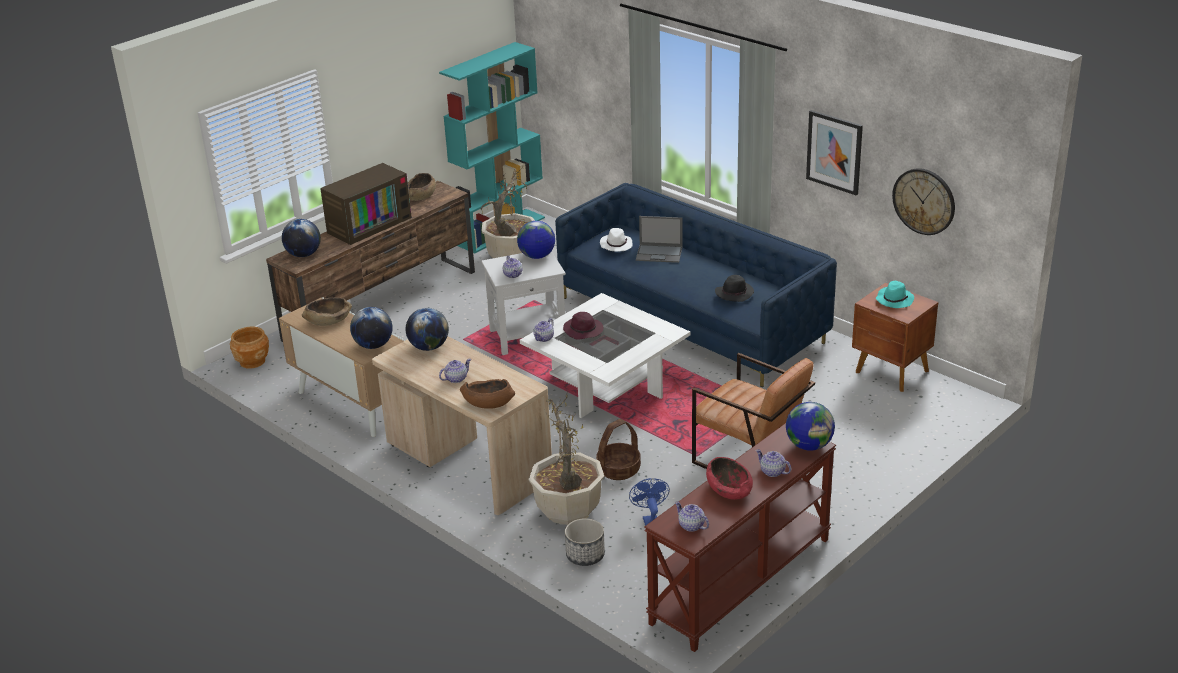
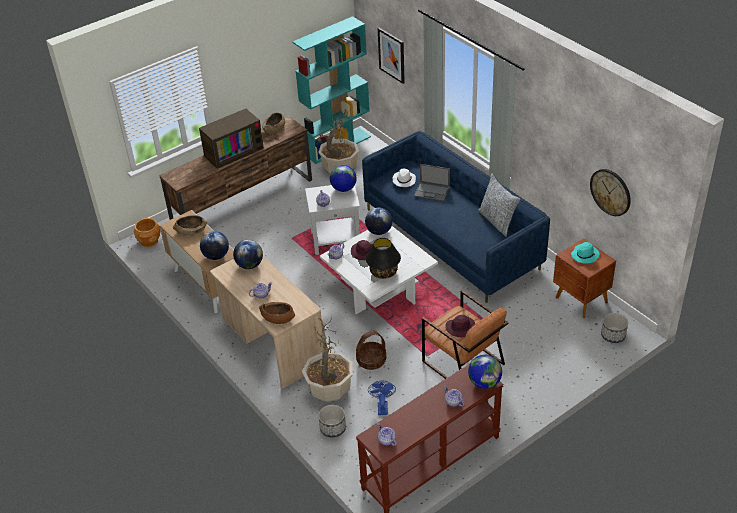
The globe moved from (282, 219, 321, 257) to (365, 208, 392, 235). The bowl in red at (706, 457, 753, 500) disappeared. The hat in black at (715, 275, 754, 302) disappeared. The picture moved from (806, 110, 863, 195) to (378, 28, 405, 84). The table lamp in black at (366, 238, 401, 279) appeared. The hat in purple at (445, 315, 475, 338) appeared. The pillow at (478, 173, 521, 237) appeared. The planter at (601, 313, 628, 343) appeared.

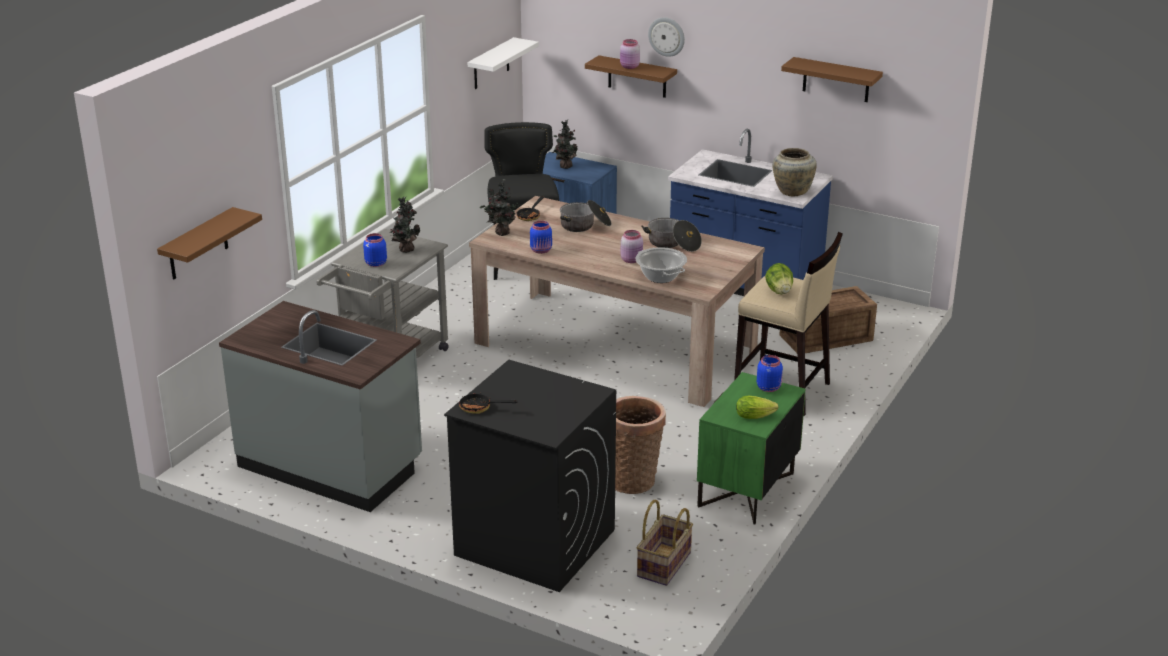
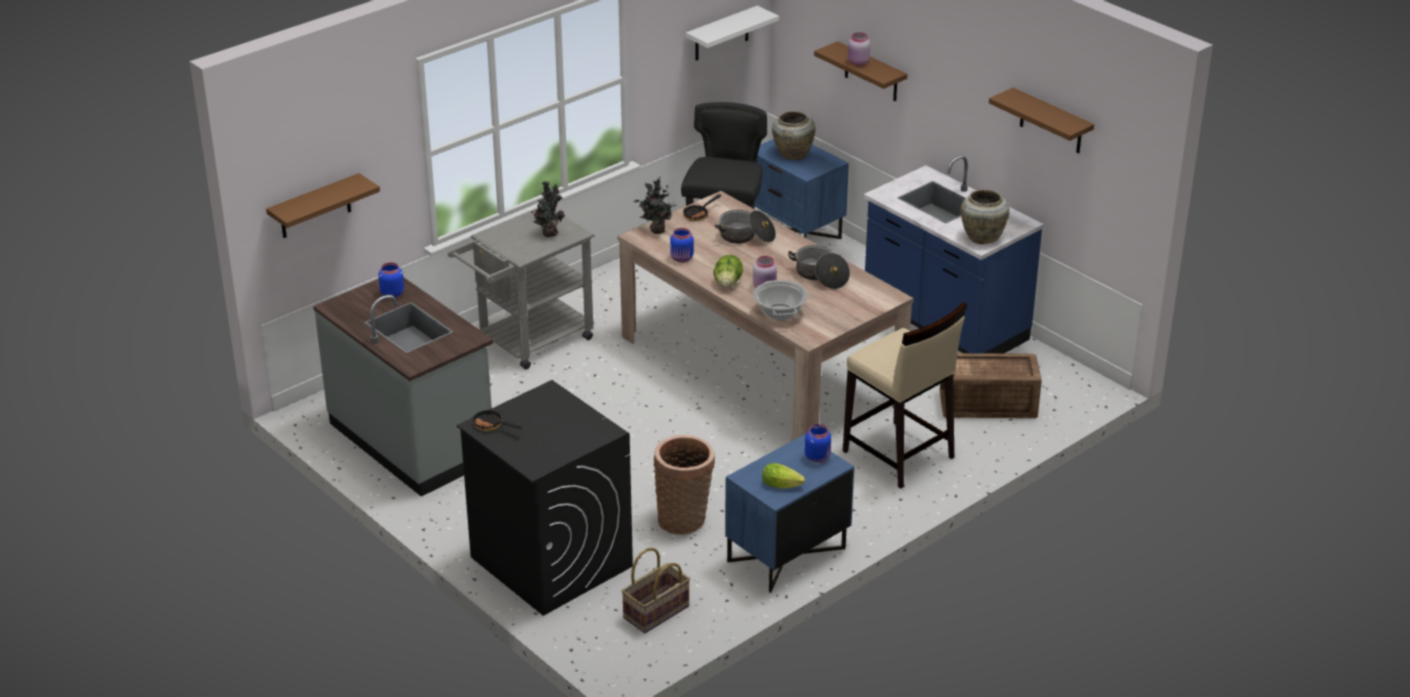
The jar in blue moved from (363, 233, 387, 267) to (378, 262, 404, 298). The potted plant at (552, 120, 578, 169) was replaced by the vase in beige at (772, 111, 815, 160). The wall clock at (648, 17, 685, 57) disappeared. The nightstand in green at (697, 372, 805, 524) became the nightstand in blue at (725, 434, 854, 593). The lettuce moved from (765, 263, 793, 294) to (713, 255, 743, 288).

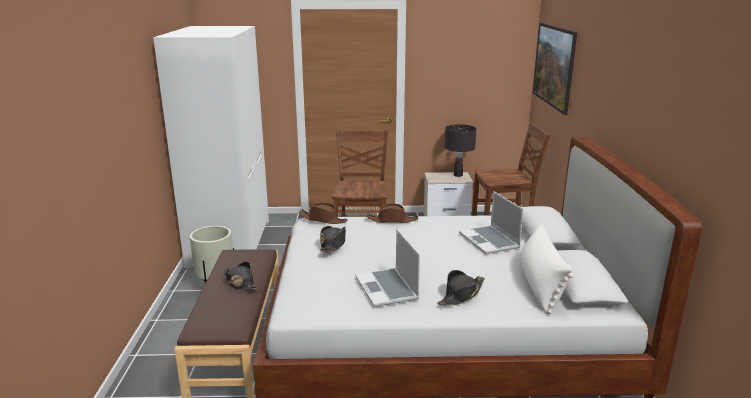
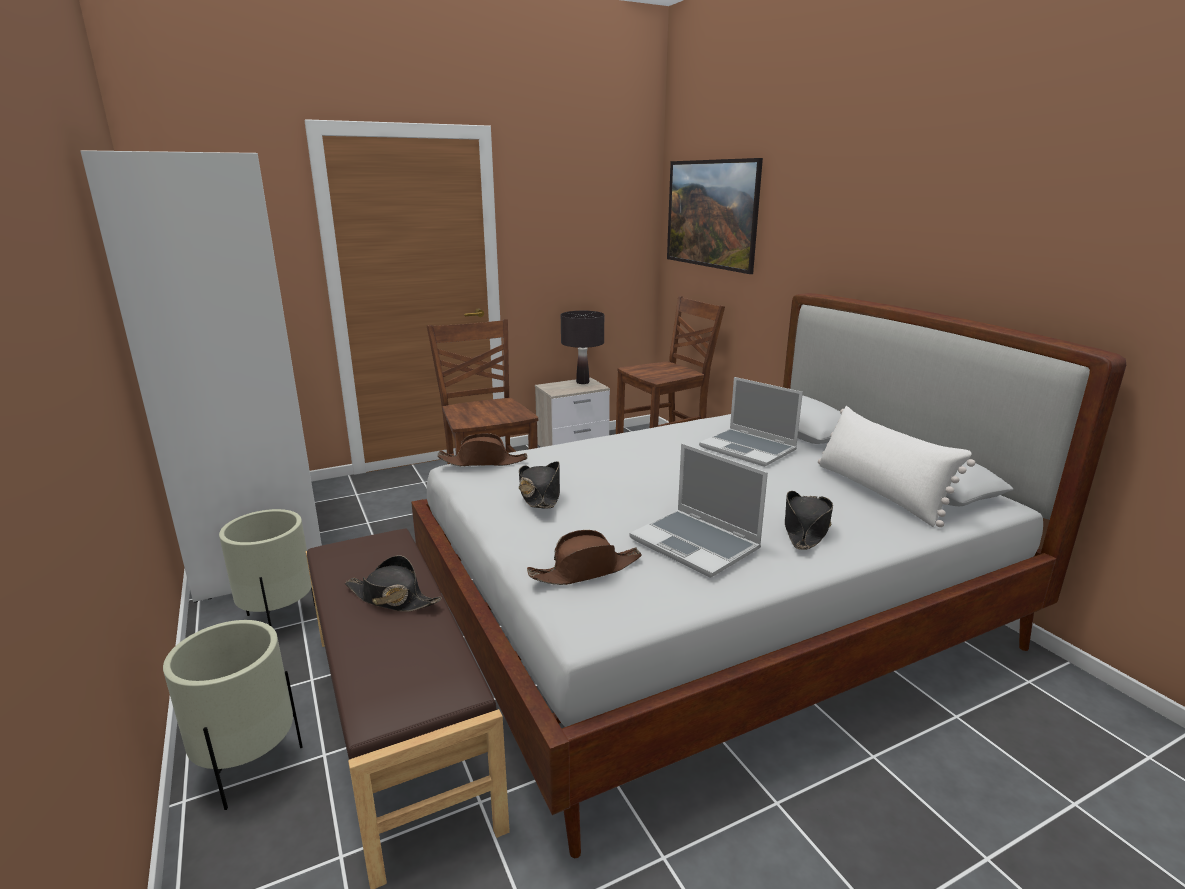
The hat in brown moved from (366, 203, 418, 223) to (527, 530, 642, 585). The planter in beige at (163, 620, 303, 810) appeared.

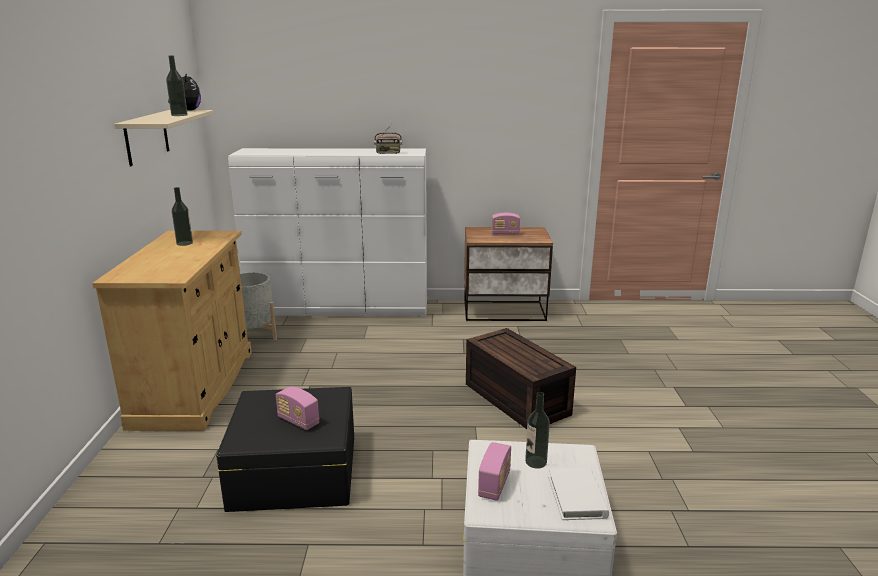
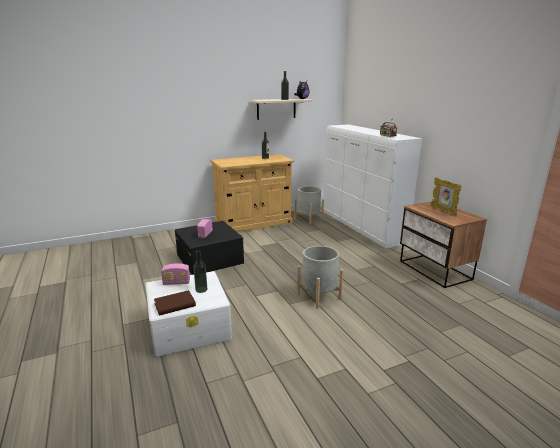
The storage box in brown at (466, 328, 576, 429) was replaced by the planter in grey at (297, 246, 343, 309). The radio at (492, 213, 520, 235) was replaced by the picture frame at (431, 177, 462, 216). The book in white at (548, 468, 609, 520) became the book in brown at (154, 290, 196, 316).

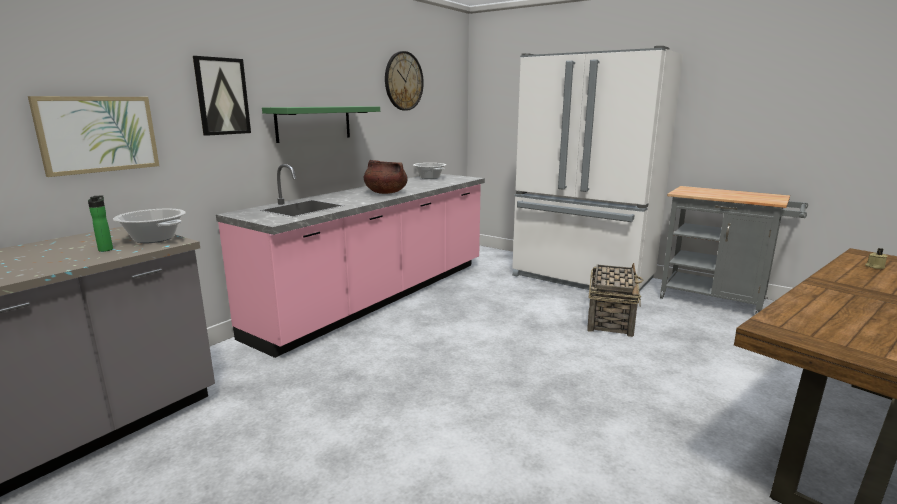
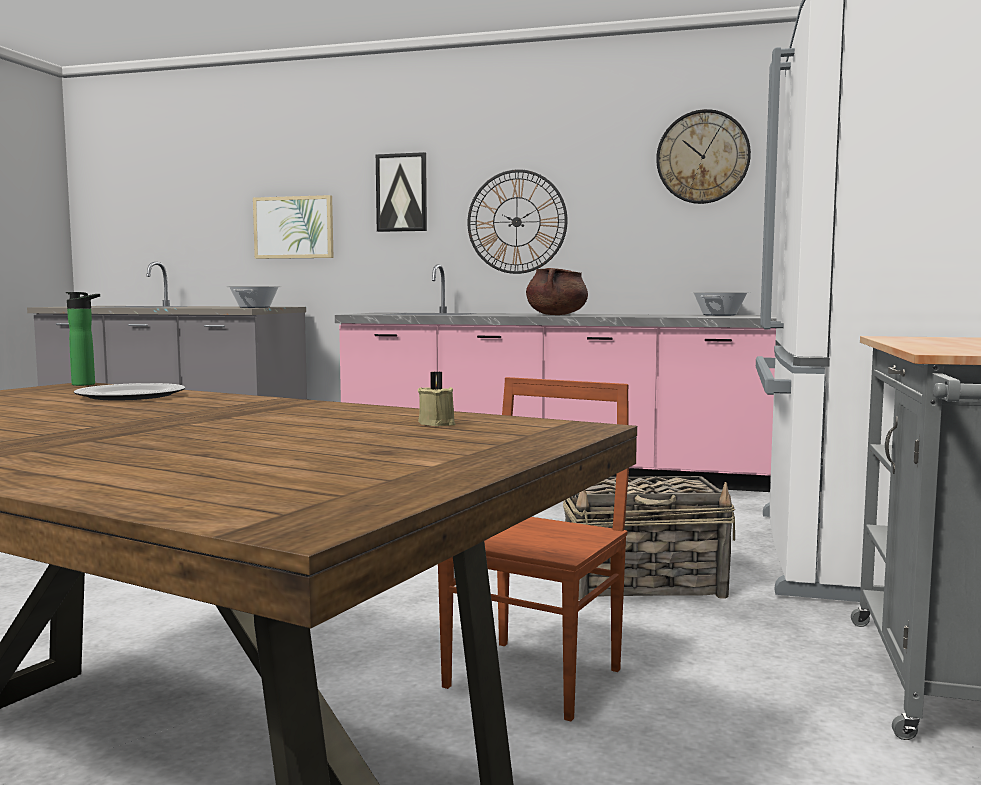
The bottle moved from (88, 195, 113, 252) to (66, 292, 100, 386). The shelf in green at (262, 106, 380, 143) was replaced by the wall clock at (467, 169, 568, 274). The plate at (74, 383, 185, 401) appeared. The chair in brown at (438, 377, 629, 722) appeared.

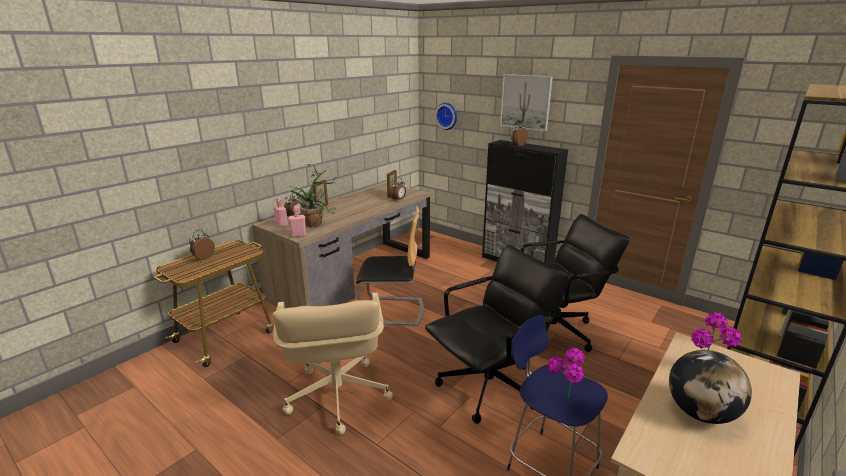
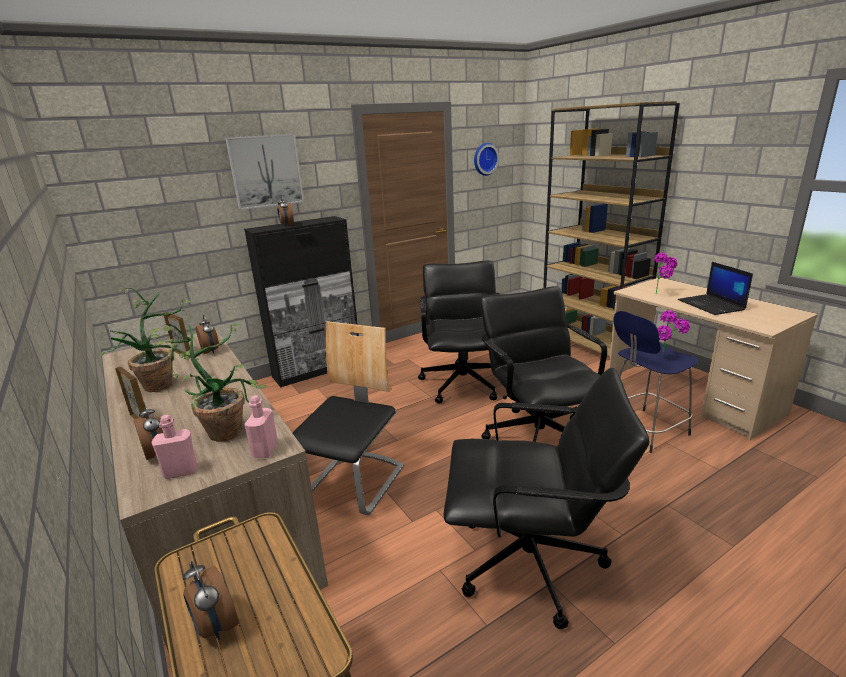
The office chair in beige at (273, 293, 393, 435) became the office chair in black at (444, 368, 649, 629). The wall clock moved from (435, 103, 457, 130) to (474, 143, 499, 176). The globe at (669, 350, 752, 424) was replaced by the laptop at (678, 262, 753, 315). The potted plant at (100, 288, 199, 392) appeared.

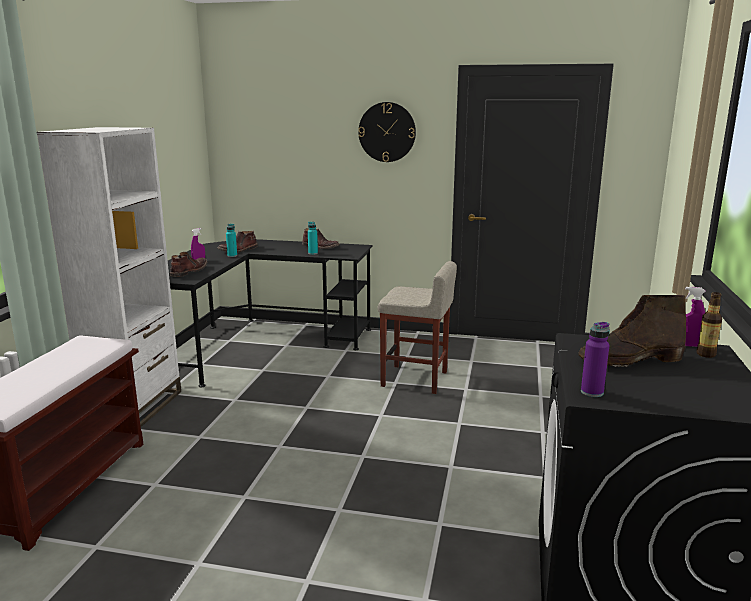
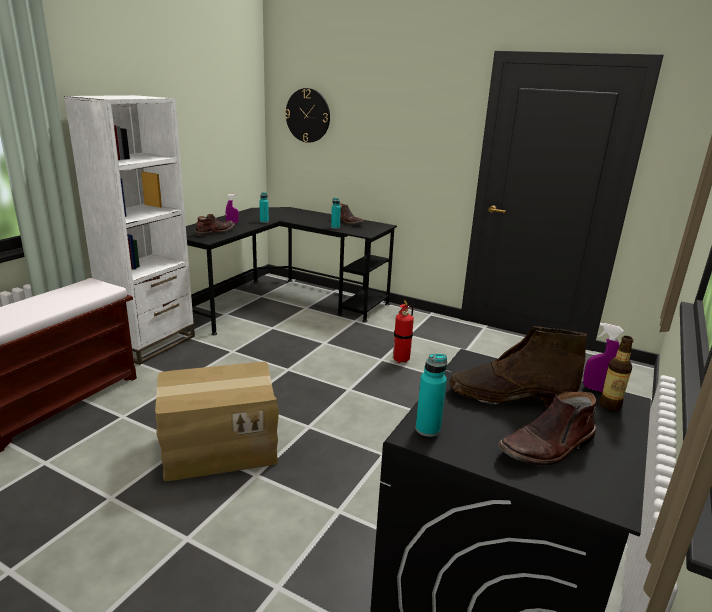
The boot in brown moved from (218, 230, 258, 252) to (498, 392, 596, 466). The wall clock moved from (358, 102, 416, 162) to (285, 88, 330, 143). The stool in beige at (378, 261, 457, 394) was replaced by the fire extinguisher at (393, 300, 414, 363). The bottle in purple at (581, 322, 610, 397) became the bottle in turquoise at (416, 354, 447, 437). The cardboard box at (155, 362, 279, 481) appeared.

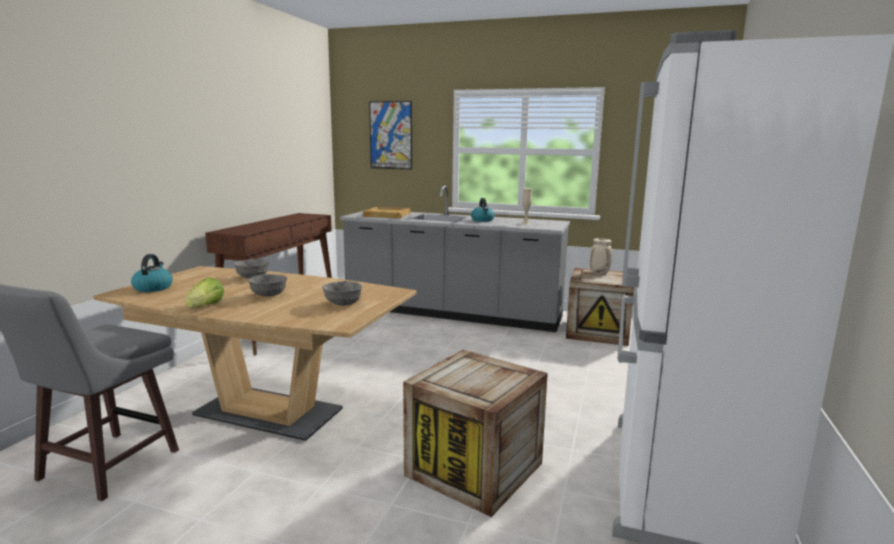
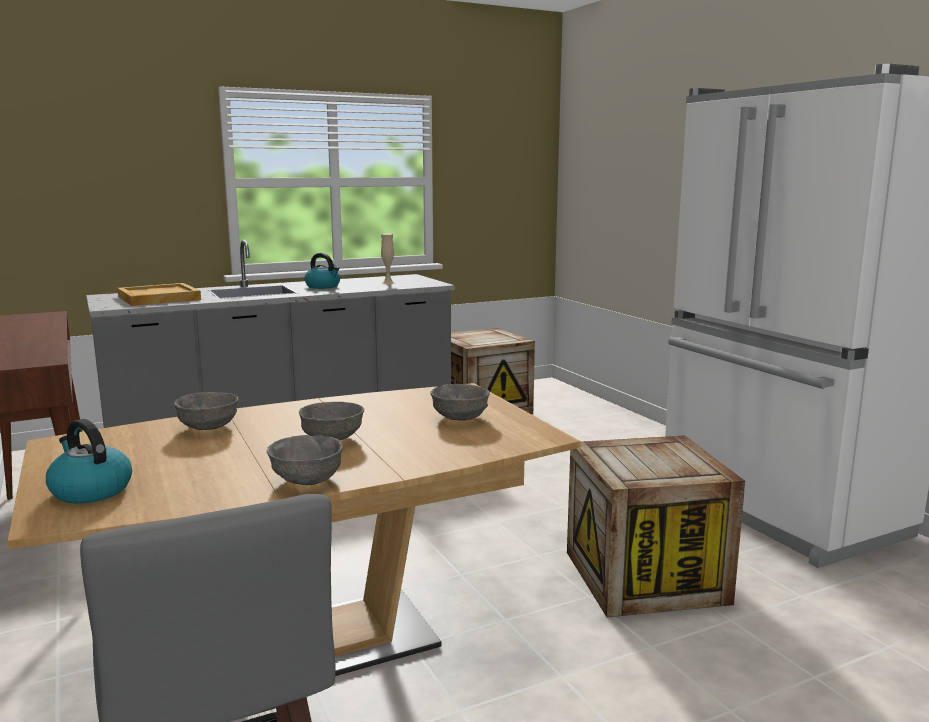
The lettuce at (185, 277, 224, 308) was replaced by the bowl in grey at (267, 435, 343, 485). The picture at (369, 101, 412, 169) disappeared. The vase in beige at (590, 238, 612, 274) disappeared.

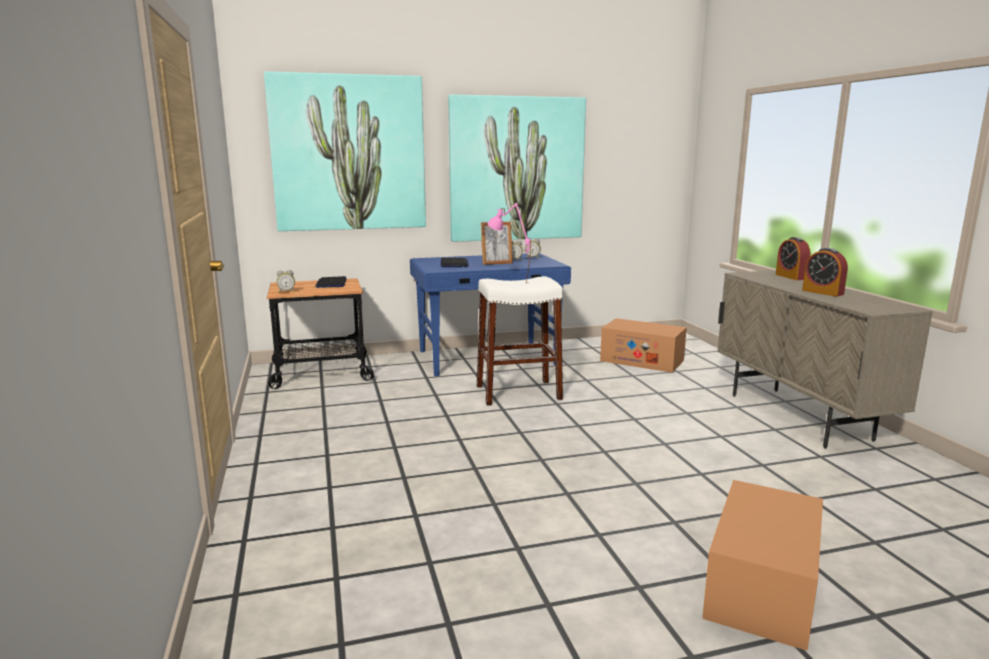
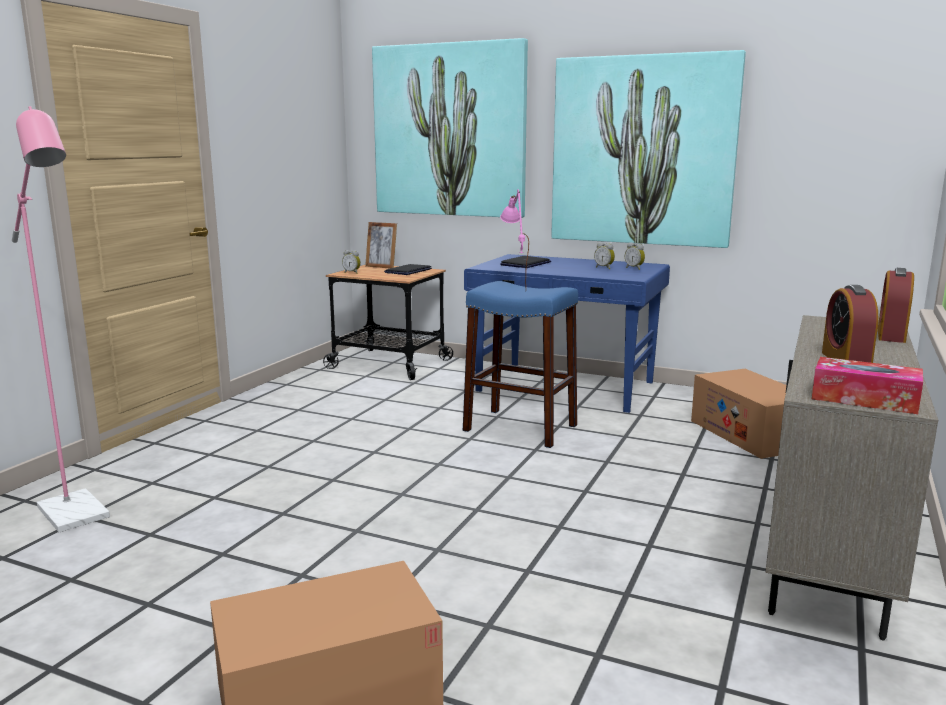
The stool in white at (477, 276, 563, 406) became the stool in blue at (463, 281, 578, 448). The picture frame moved from (481, 222, 513, 265) to (365, 222, 397, 268). The floor lamp in pink at (12, 106, 110, 532) appeared. The tissue box at (812, 357, 923, 414) appeared.

